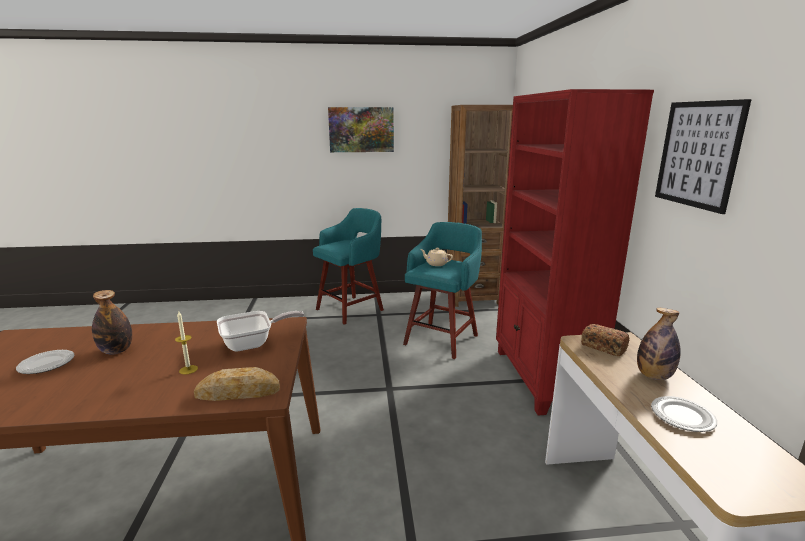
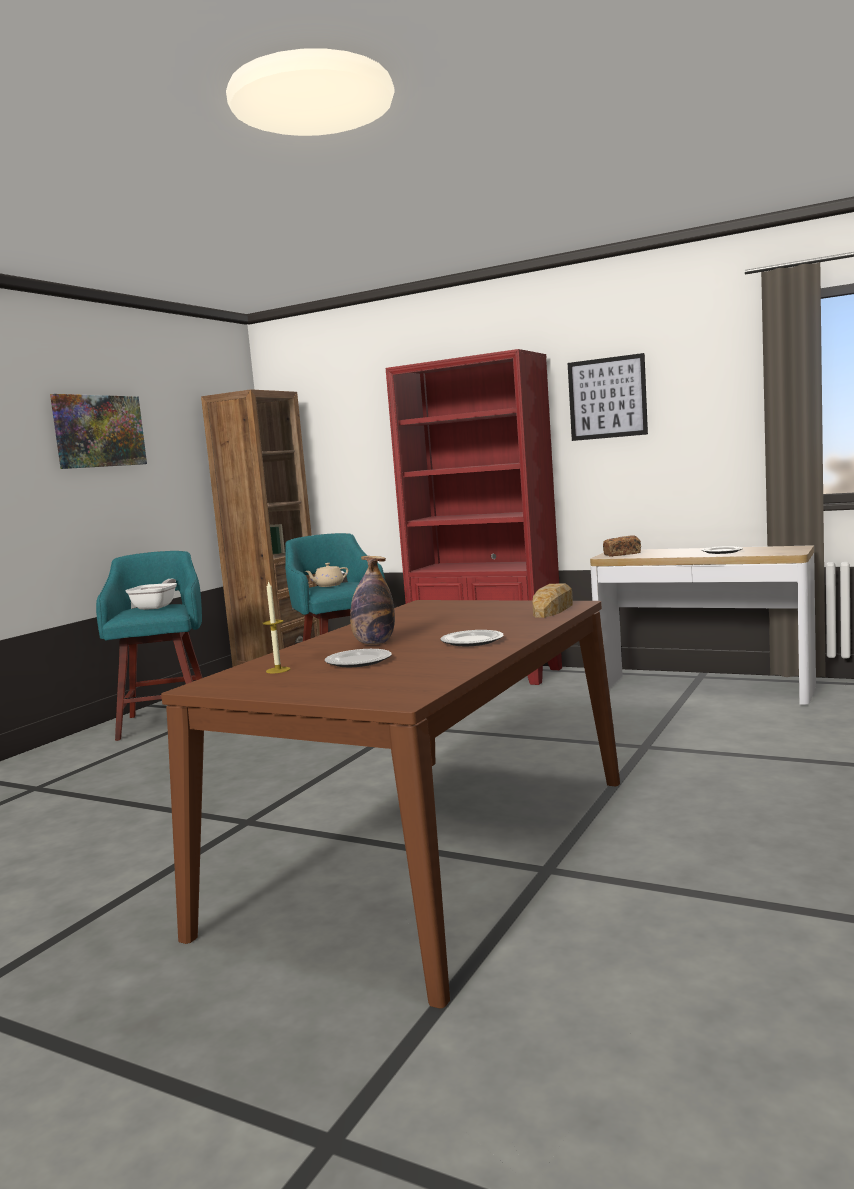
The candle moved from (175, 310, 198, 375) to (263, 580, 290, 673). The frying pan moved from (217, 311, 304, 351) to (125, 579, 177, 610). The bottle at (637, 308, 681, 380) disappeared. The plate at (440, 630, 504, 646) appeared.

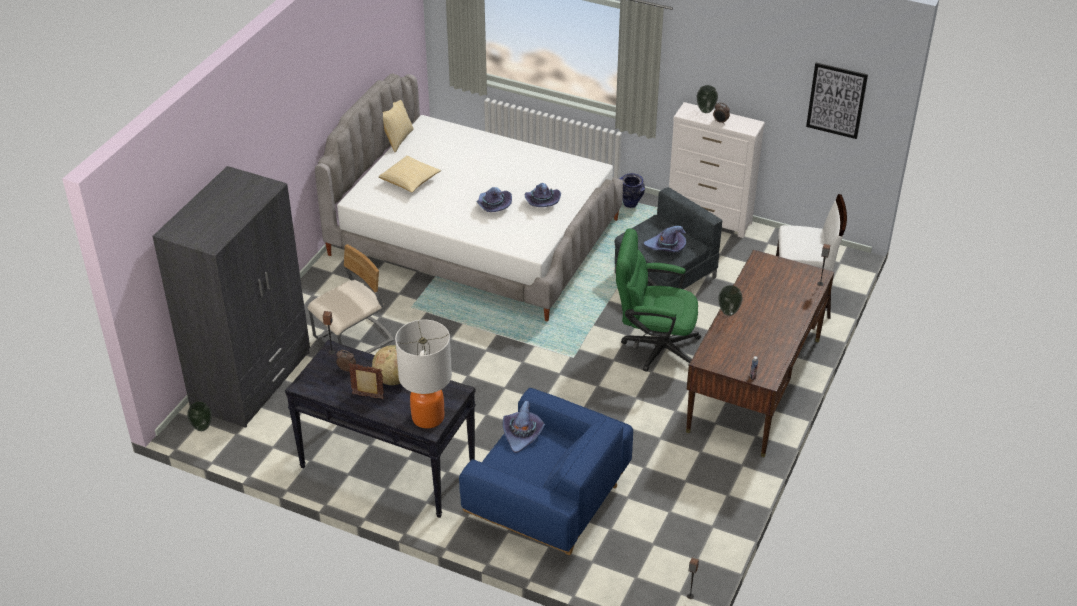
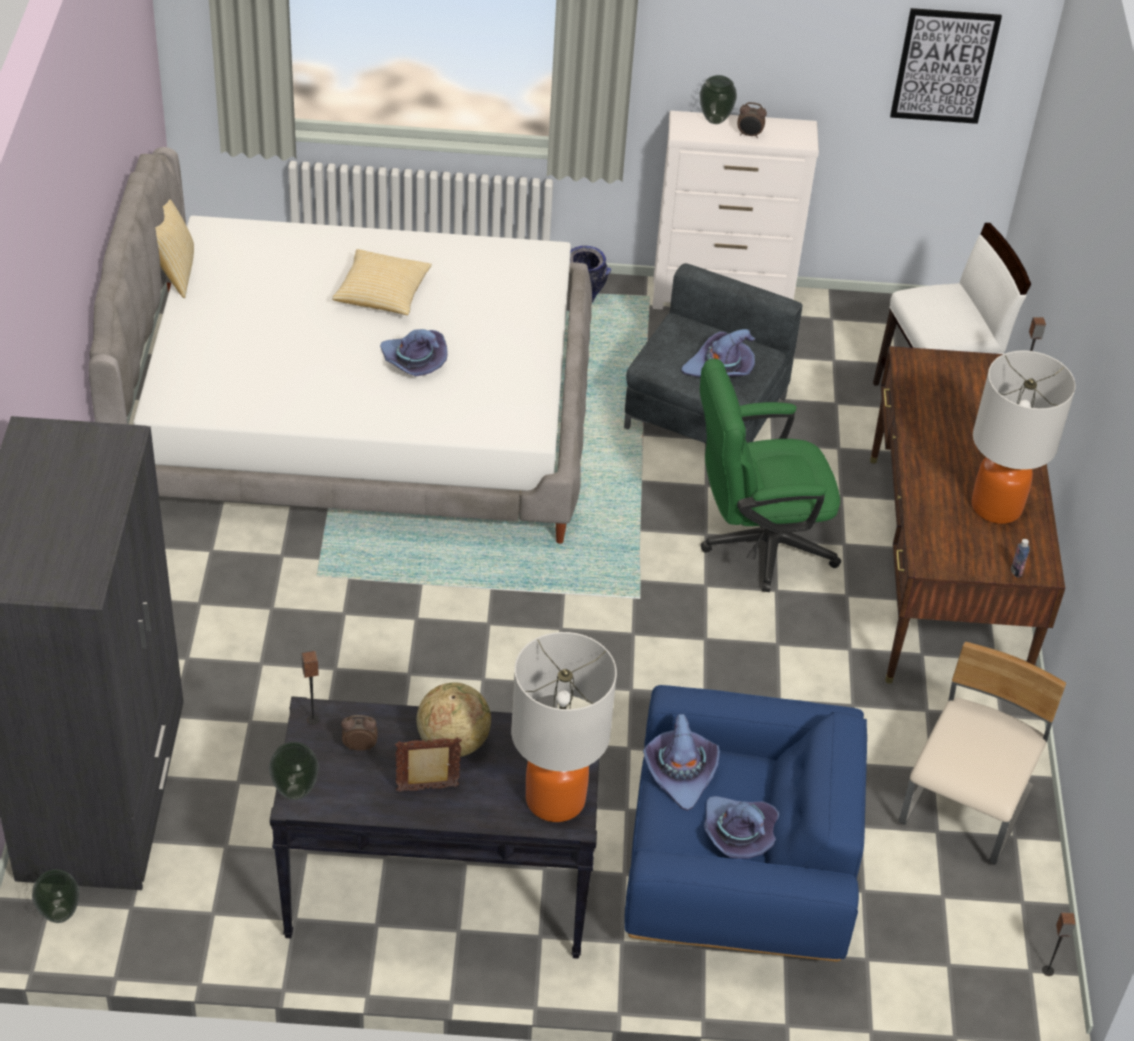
The chair in beige moved from (308, 244, 394, 353) to (899, 642, 1066, 865). The pillow moved from (379, 155, 441, 193) to (332, 249, 432, 315). The hat in purple moved from (525, 183, 561, 207) to (704, 796, 779, 859). The vase moved from (718, 285, 743, 316) to (269, 742, 319, 800). The table lamp at (972, 350, 1076, 524) appeared.

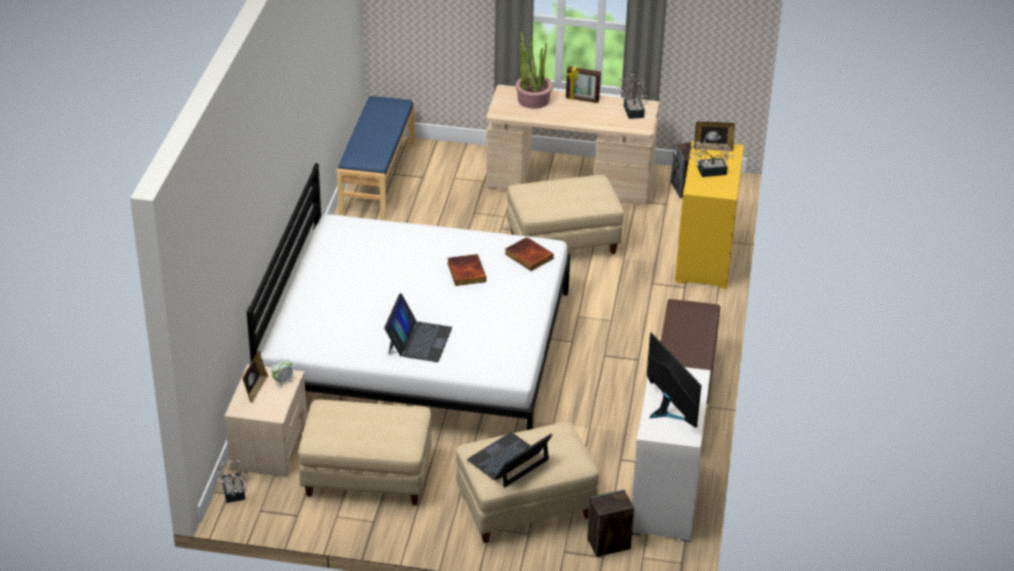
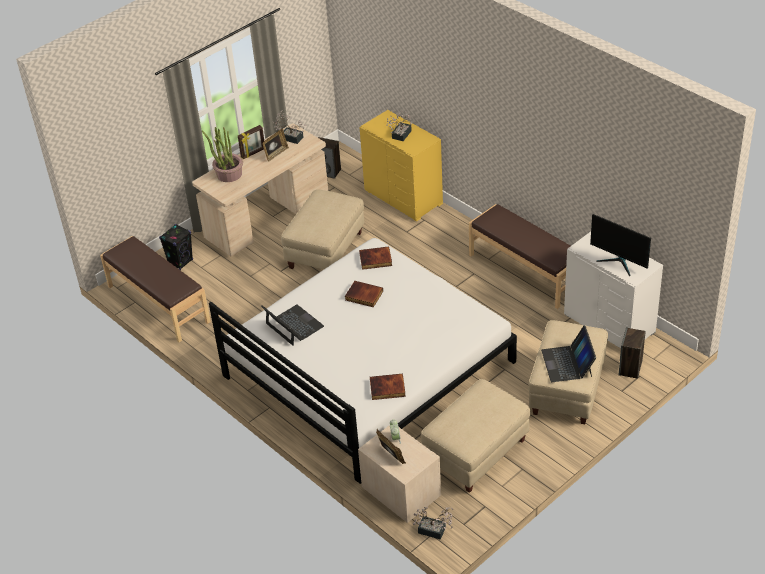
The bench in blue at (337, 96, 415, 219) became the bench in brown at (100, 236, 211, 342). The laptop moved from (384, 293, 452, 362) to (261, 304, 324, 346). The monitor at (647, 332, 702, 428) turned 150 degrees counterclockwise. The picture frame moved from (694, 122, 735, 151) to (262, 129, 289, 162). The speaker in black at (159, 224, 193, 270) appeared. The book at (370, 373, 406, 400) appeared.

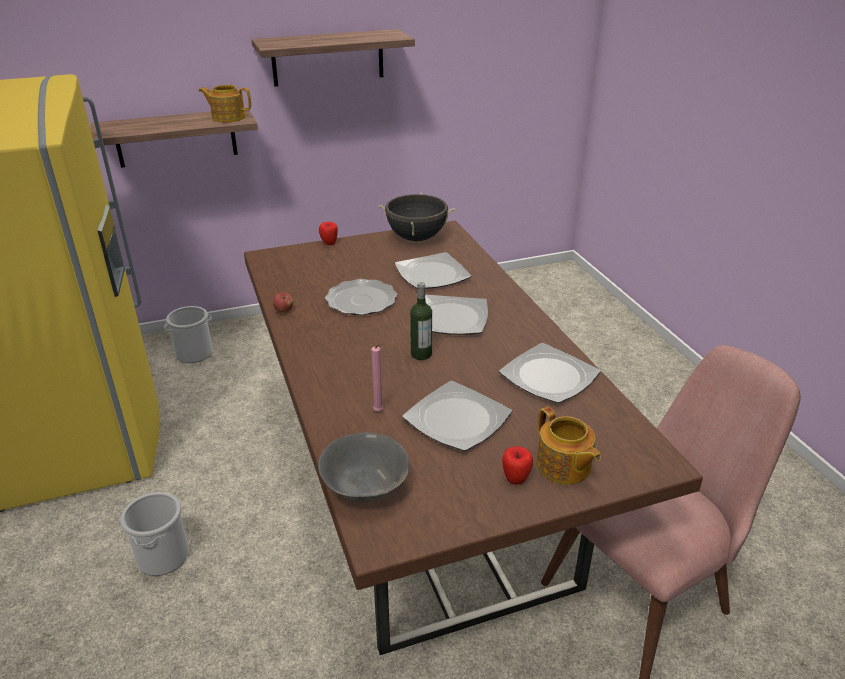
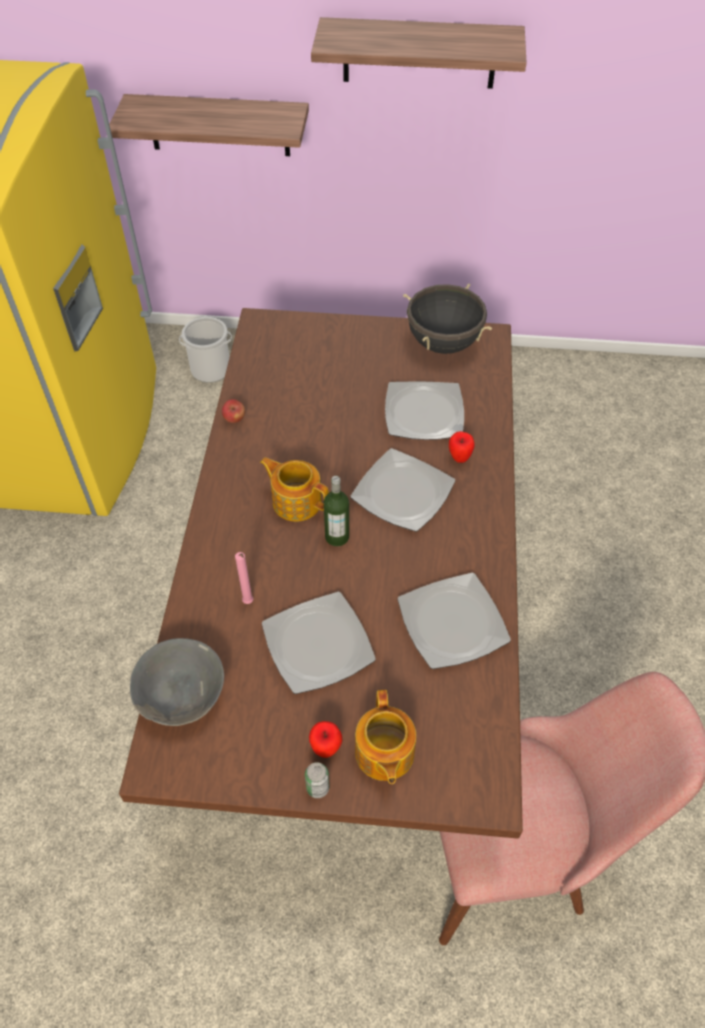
The bucket at (120, 492, 189, 576) disappeared. The teapot moved from (199, 85, 251, 122) to (260, 458, 329, 522). The apple moved from (319, 222, 338, 245) to (449, 431, 475, 463). The plate at (325, 279, 397, 315) disappeared. The can at (305, 762, 329, 798) appeared.

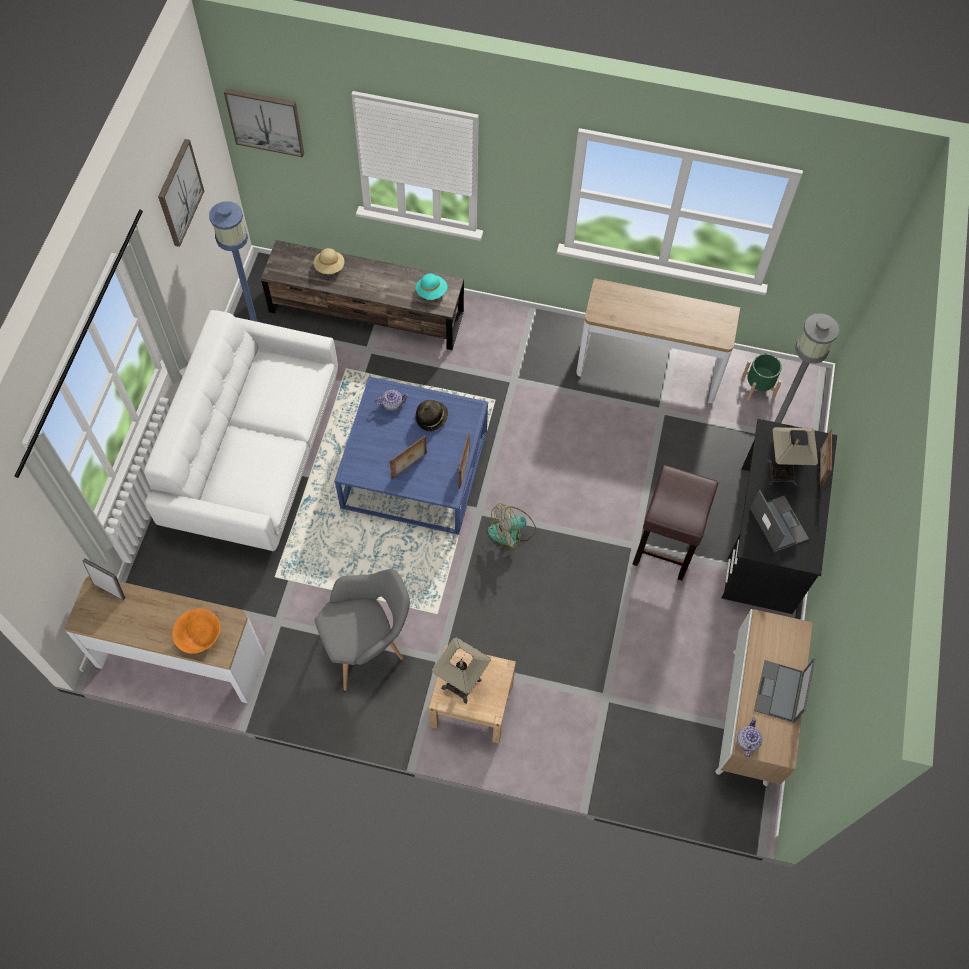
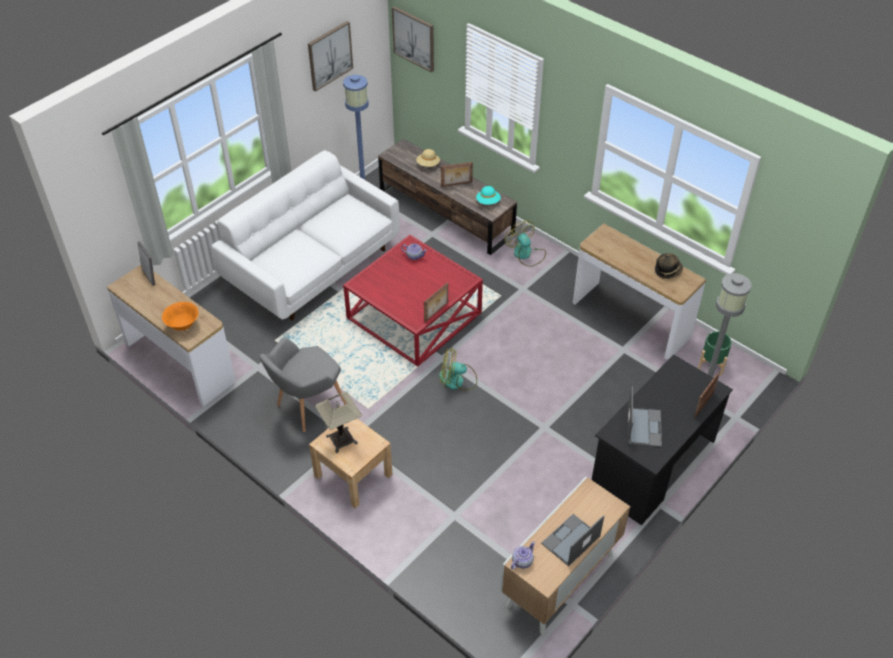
The armchair in grey at (315, 569, 410, 691) turned 135 degrees clockwise. The coffee table in blue at (334, 377, 488, 535) became the coffee table in red at (343, 235, 483, 367). The picture frame moved from (389, 436, 427, 479) to (441, 162, 473, 187). The hat moved from (415, 400, 448, 432) to (655, 253, 683, 279). The stool in brown at (632, 465, 718, 581) disappeared. The table lamp at (766, 427, 818, 486) disappeared. The fan at (504, 220, 546, 267) appeared.

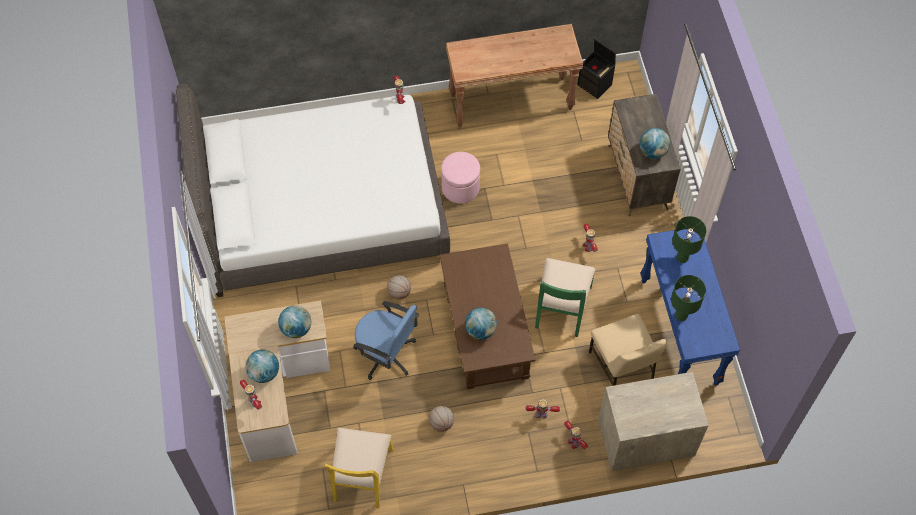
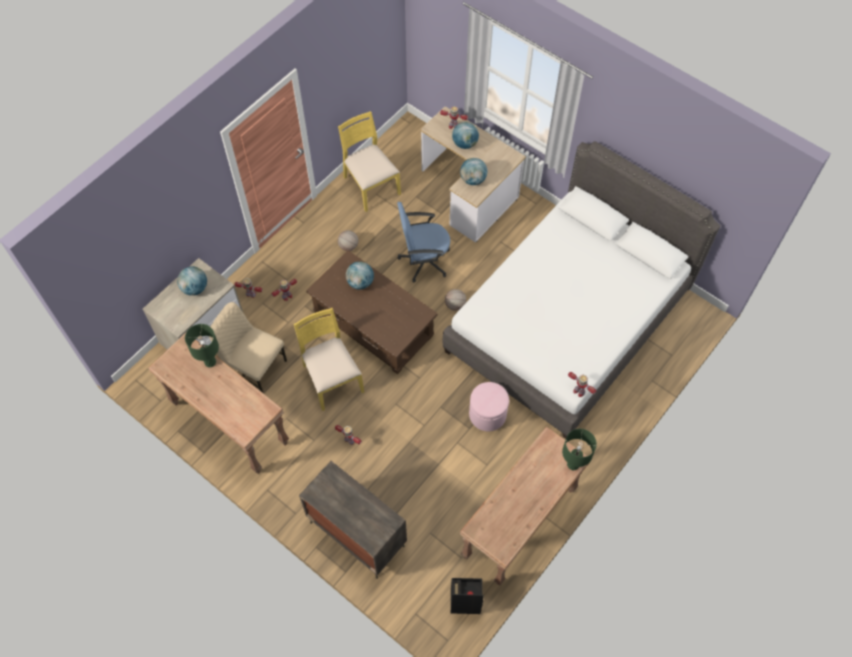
The chair in green at (535, 258, 595, 337) became the chair in yellow at (294, 308, 364, 411). The globe moved from (639, 128, 670, 159) to (177, 266, 207, 296). The console table in blue at (640, 229, 740, 386) became the console table in brown at (148, 333, 289, 474). The table lamp in green moved from (672, 216, 706, 263) to (562, 429, 597, 471).

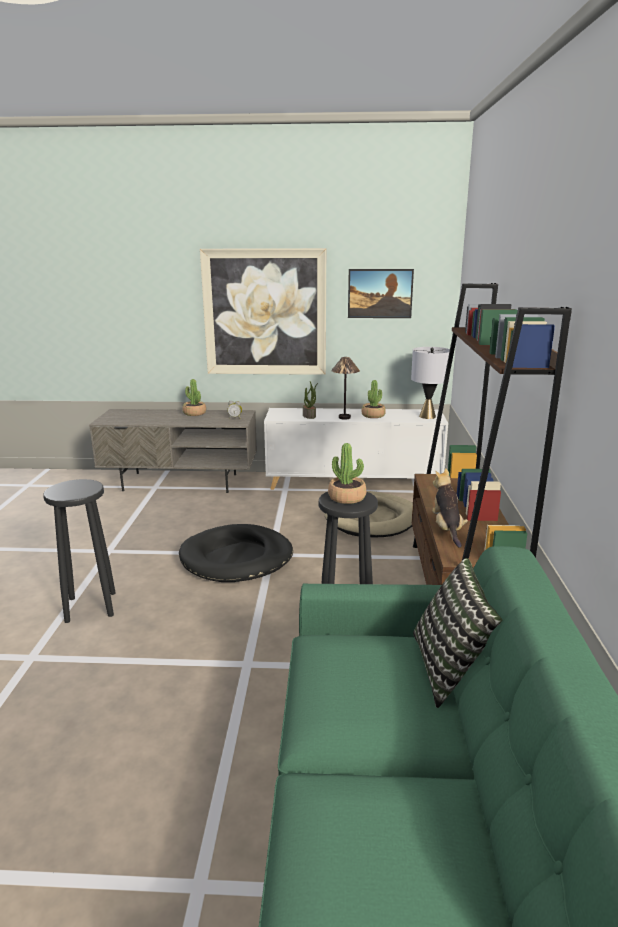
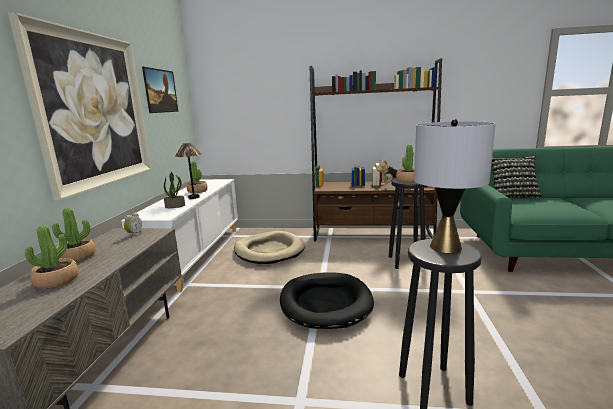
The table lamp in grey moved from (411, 347, 450, 419) to (414, 119, 496, 253). The potted plant at (25, 225, 79, 289) appeared.

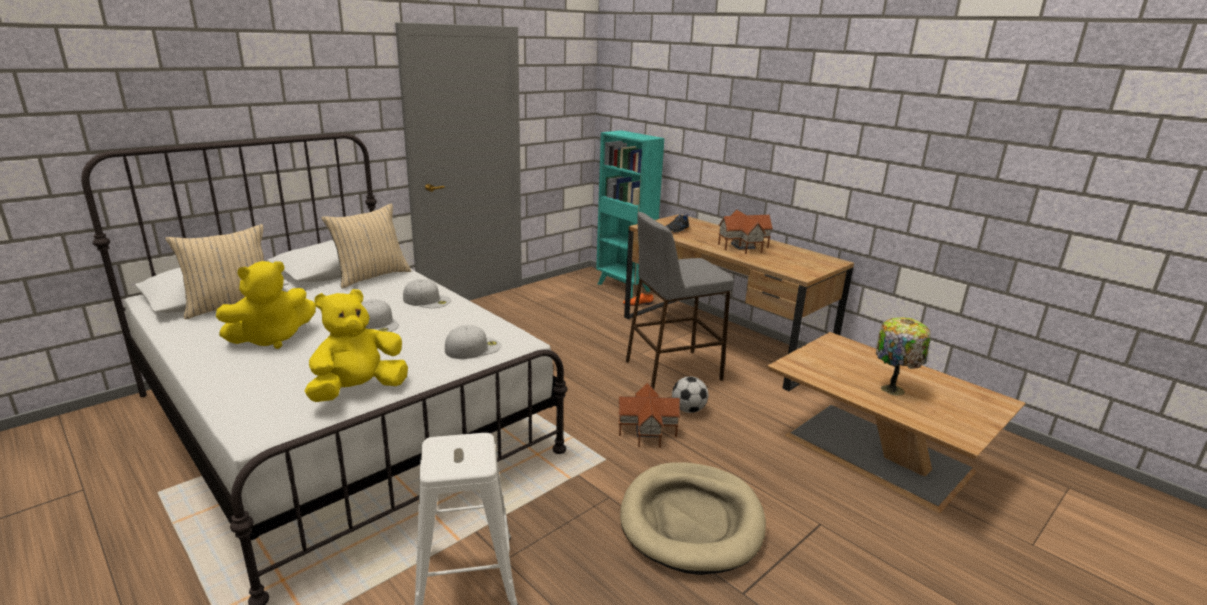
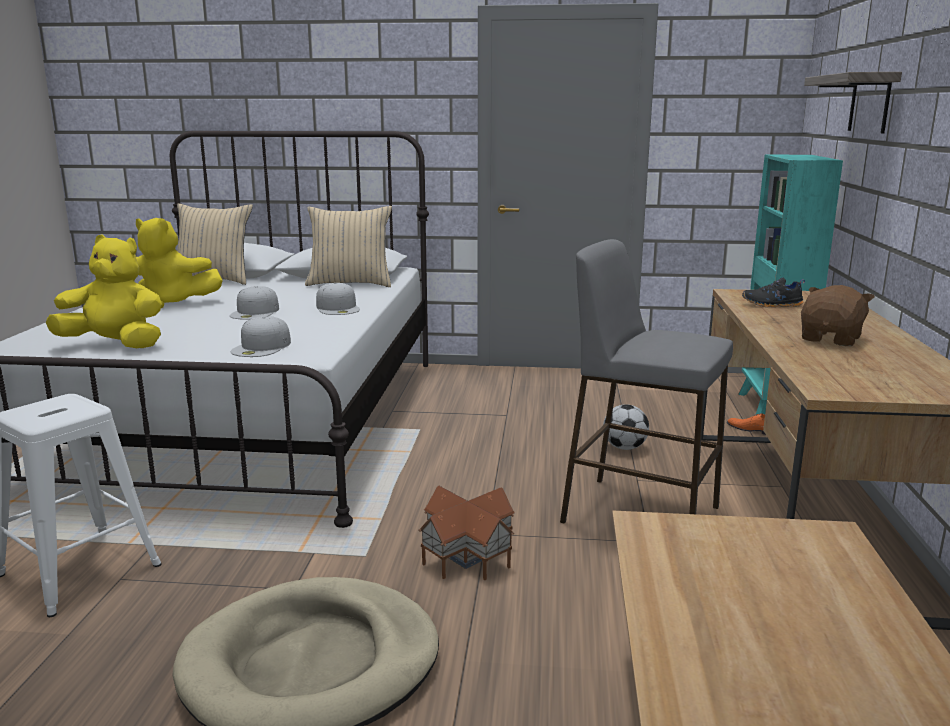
The cap in white at (445, 325, 501, 359) turned 90 degrees clockwise. The football moved from (672, 377, 708, 413) to (603, 404, 649, 450). The toy house at (718, 209, 773, 254) was replaced by the plush toy in brown at (801, 285, 875, 346). The table lamp at (876, 317, 931, 395) disappeared. The shelf at (804, 72, 902, 133) appeared.

